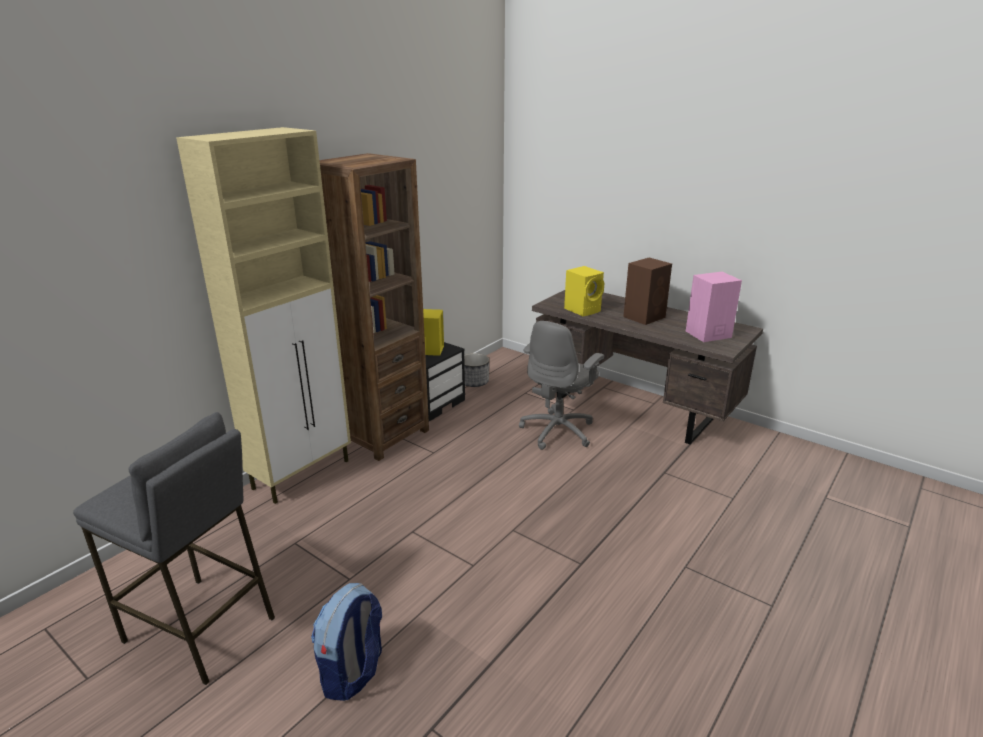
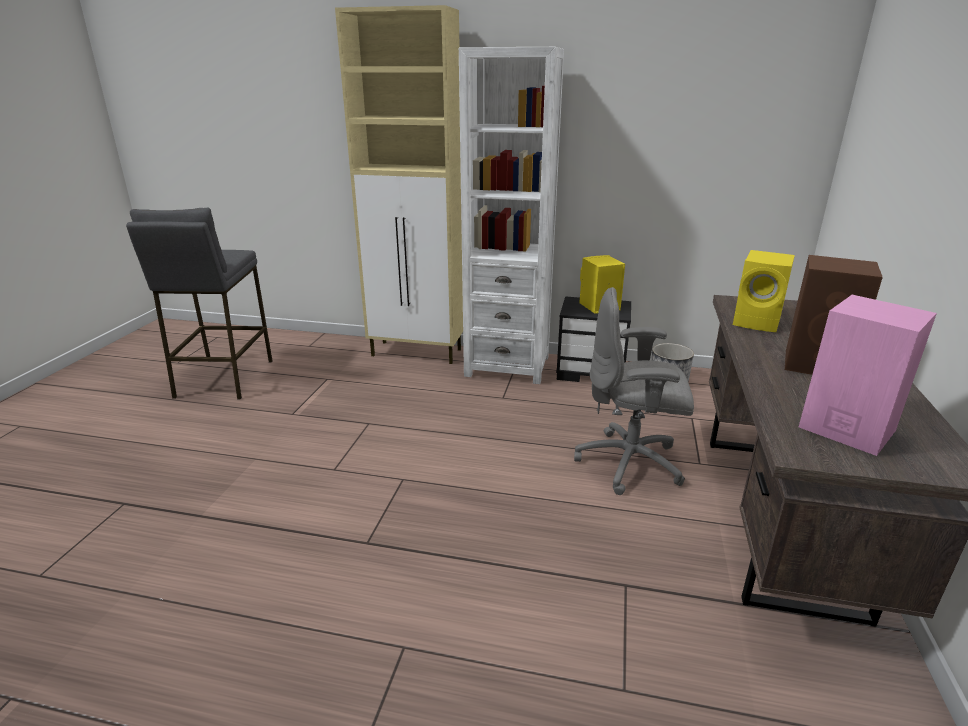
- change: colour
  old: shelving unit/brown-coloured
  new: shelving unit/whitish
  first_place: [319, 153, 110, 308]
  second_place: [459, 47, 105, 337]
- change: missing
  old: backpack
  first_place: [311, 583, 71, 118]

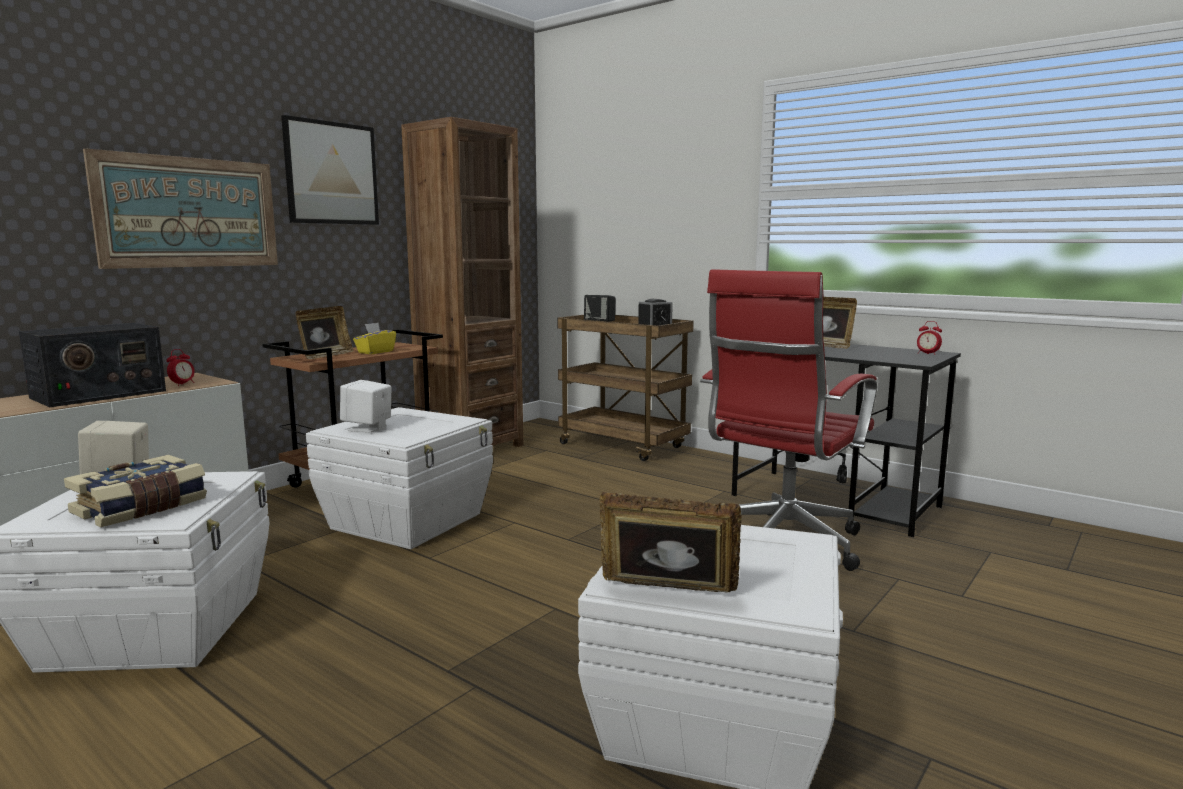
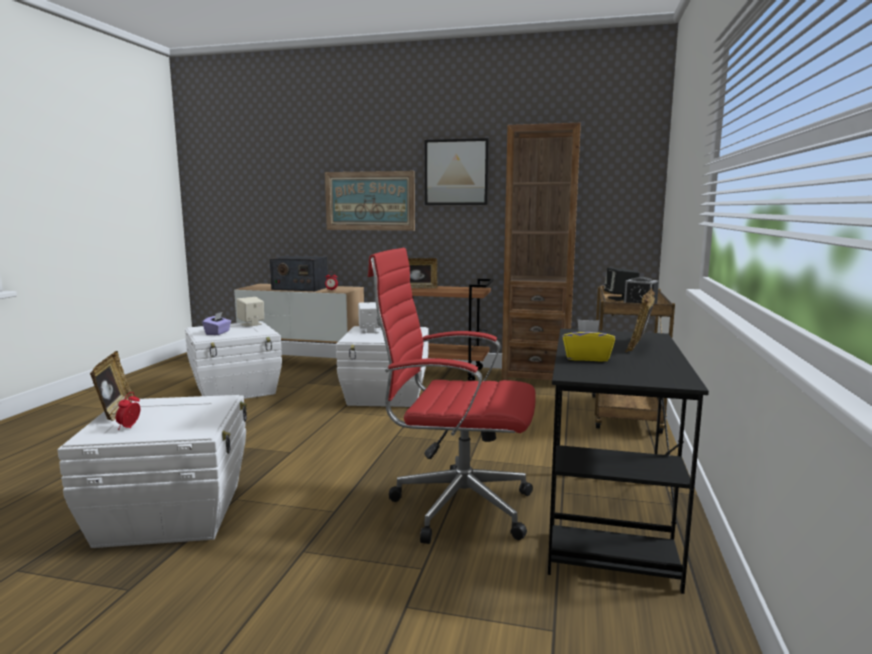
- change: relocated
  old: table clock
  first_place: [917, 321, 25, 34]
  second_place: [116, 392, 24, 38]
- change: relocated
  old: tissue box/yellow
  first_place: [353, 323, 43, 31]
  second_place: [562, 319, 53, 42]
- change: exchanged
  old: book
  new: tissue box/purplish
  first_place: [64, 455, 143, 72]
  second_place: [202, 312, 29, 23]

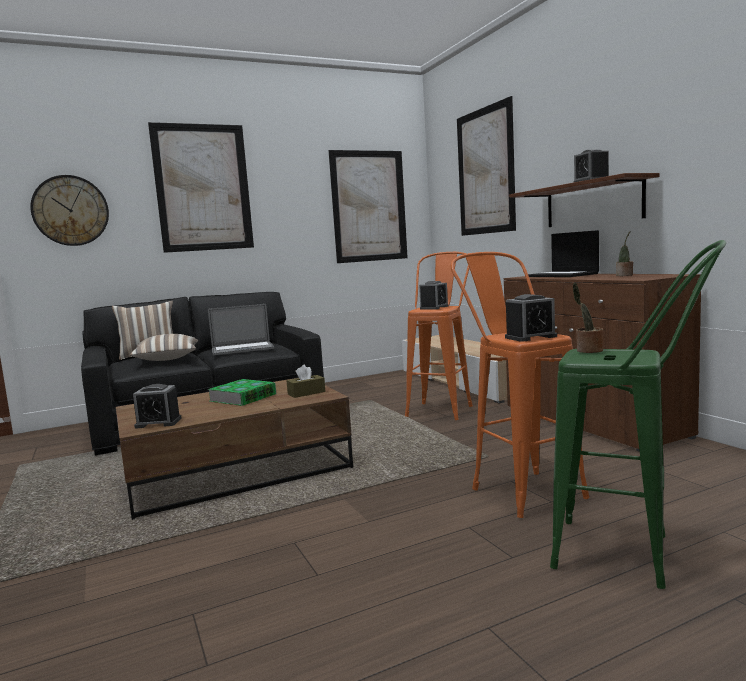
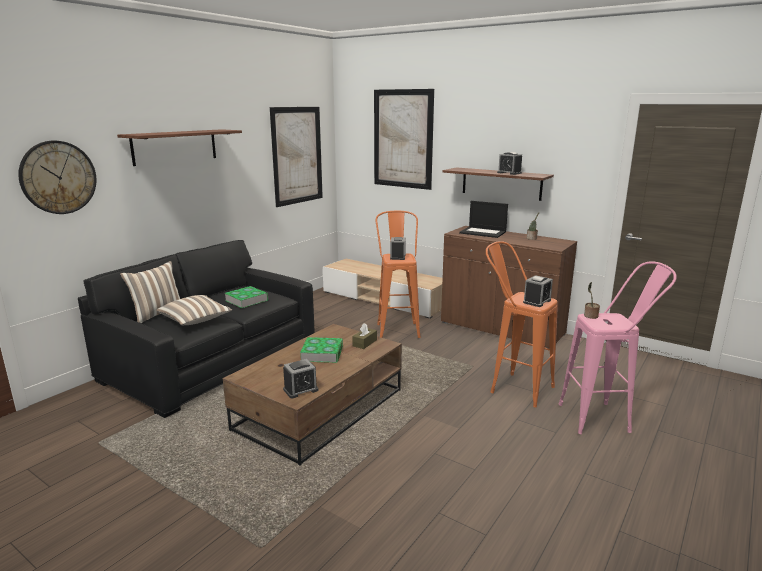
- change: exchanged
  old: picture
  new: bracket shelf
  first_place: [148, 122, 106, 131]
  second_place: [117, 129, 125, 37]
- change: colour
  old: stool seat/green
  new: stool seat/pink
  first_place: [550, 240, 176, 349]
  second_place: [559, 261, 117, 173]
- change: exchanged
  old: notebook computer
  new: book
  first_place: [208, 304, 66, 51]
  second_place: [225, 286, 43, 22]

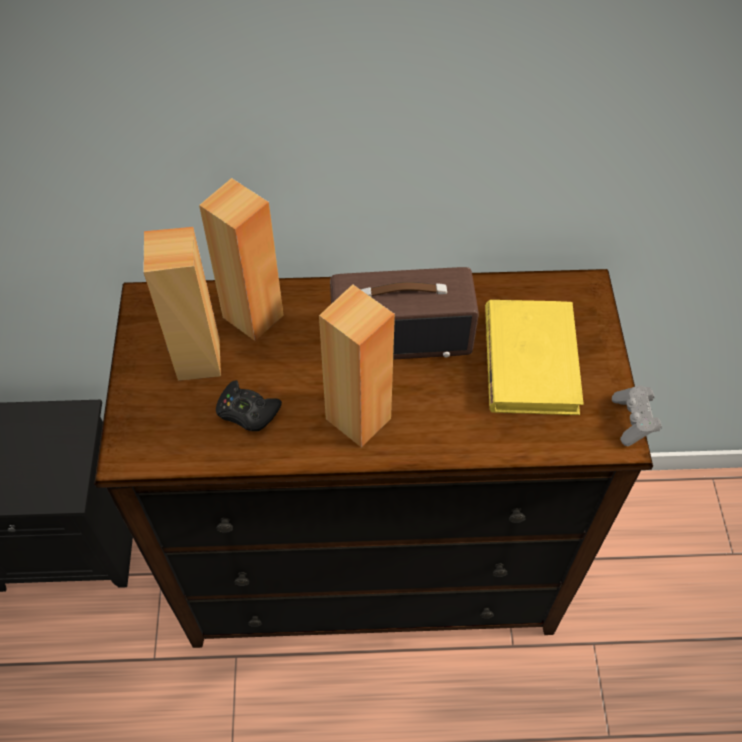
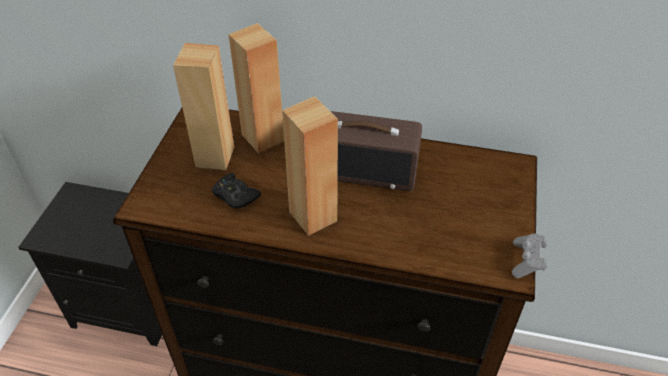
- change: missing
  old: book/yellow
  first_place: [485, 300, 99, 115]

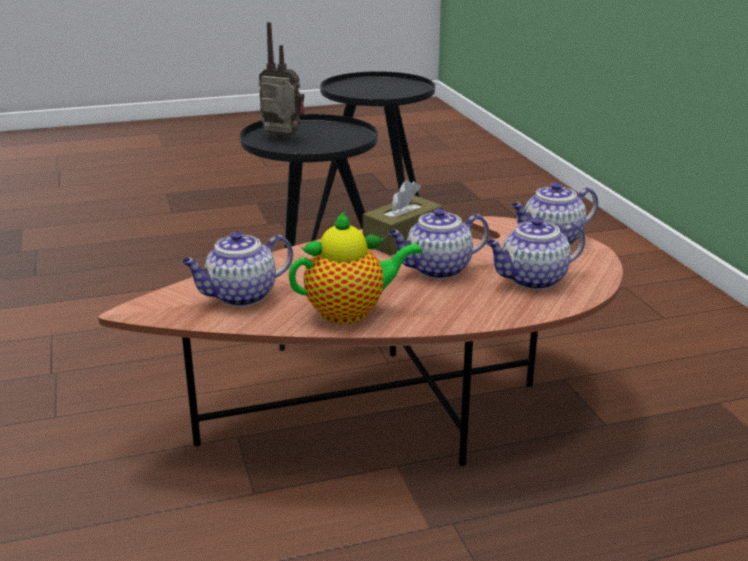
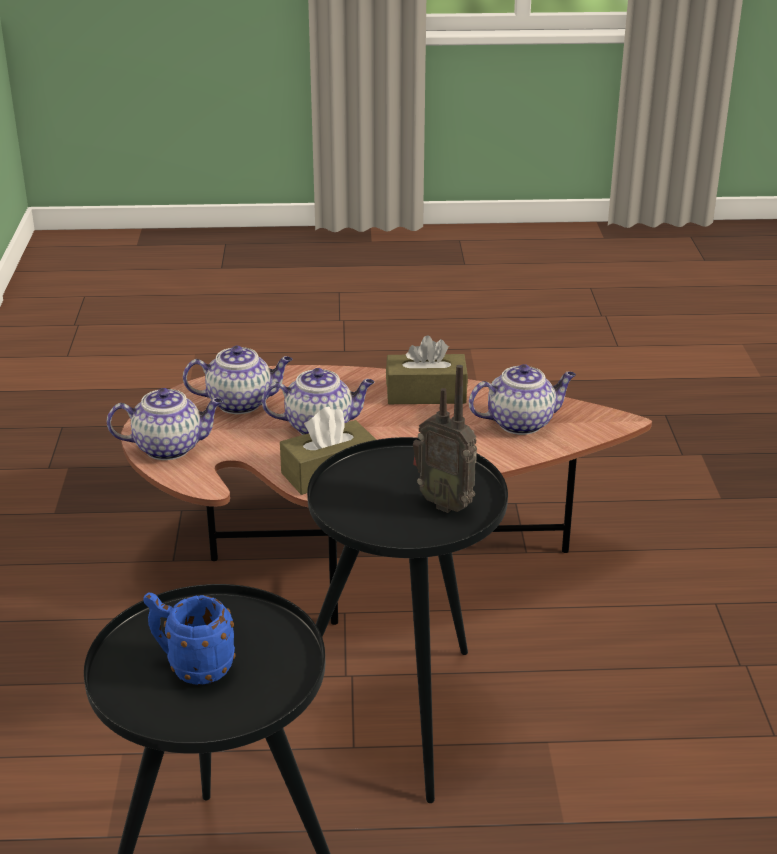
- change: exchanged
  old: teapot
  new: tissue box/brown-coloured
  first_place: [289, 211, 134, 113]
  second_place: [386, 335, 82, 69]
- change: appeared
  new: tea mug/blue-coloured
  second_place: [143, 593, 93, 92]

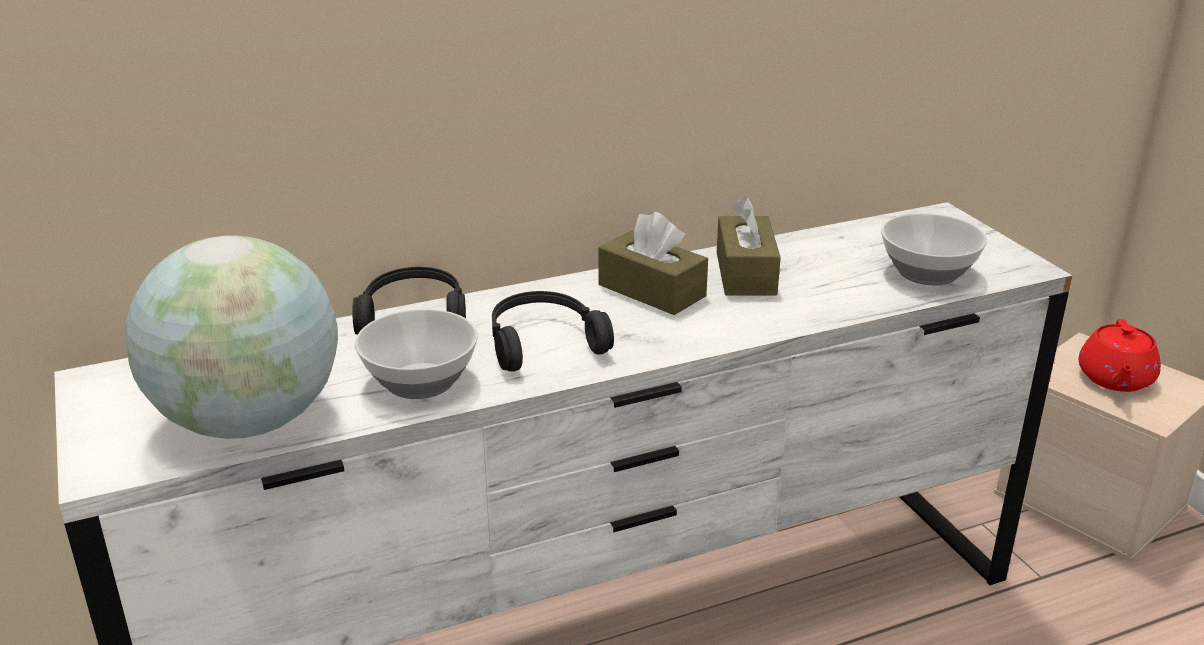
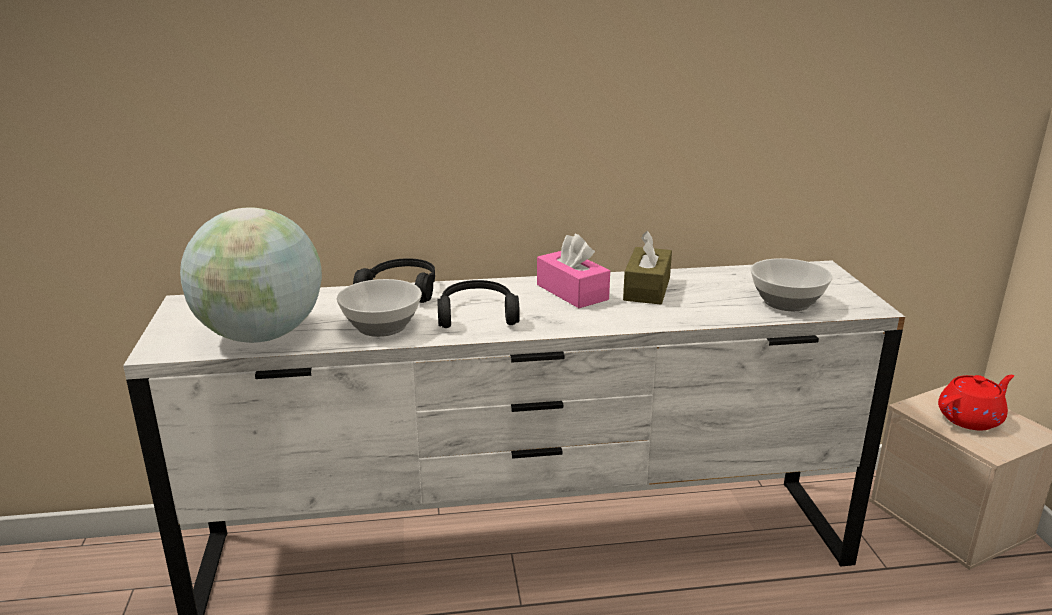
- change: colour
  old: tissue box/brown-coloured
  new: tissue box/pink
  first_place: [598, 212, 110, 103]
  second_place: [537, 234, 73, 74]
- change: spun
  old: teapot/red
  first_place: [1078, 319, 83, 73]
  second_place: [938, 375, 76, 55]
  degrees: -150

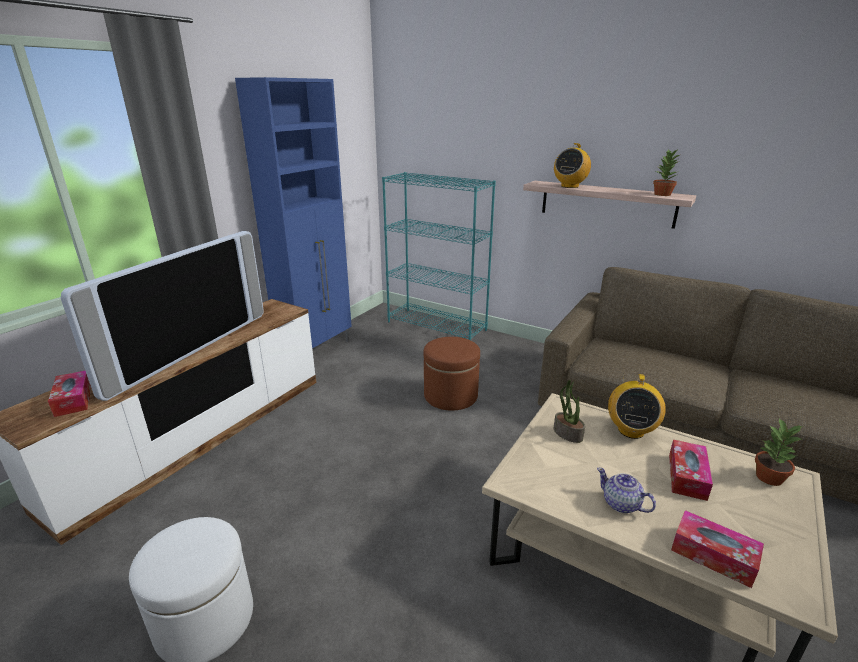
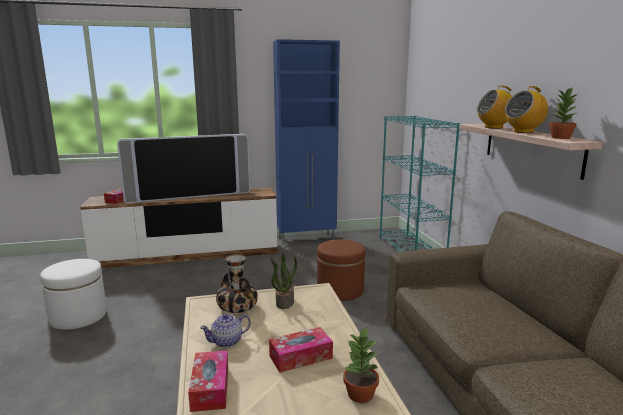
- change: relocated
  old: radio set
  first_place: [608, 374, 58, 65]
  second_place: [505, 86, 43, 47]
- change: spun
  old: teapot
  first_place: [597, 468, 59, 45]
  second_place: [200, 314, 51, 34]
  degrees: -120
- change: appeared
  new: flower vase
  second_place: [216, 254, 42, 59]

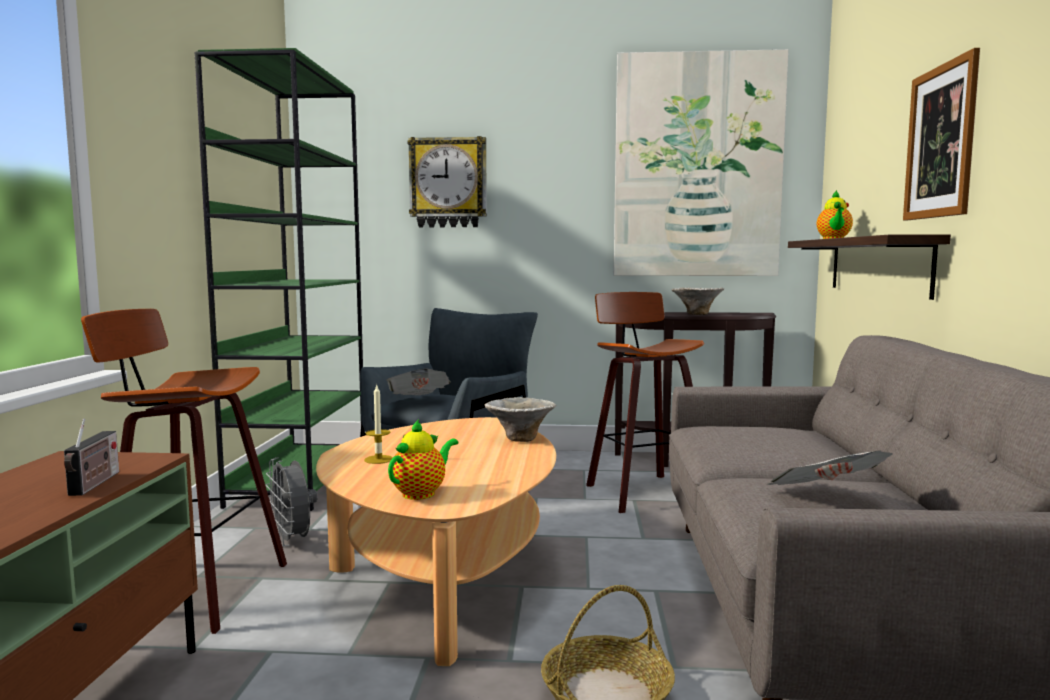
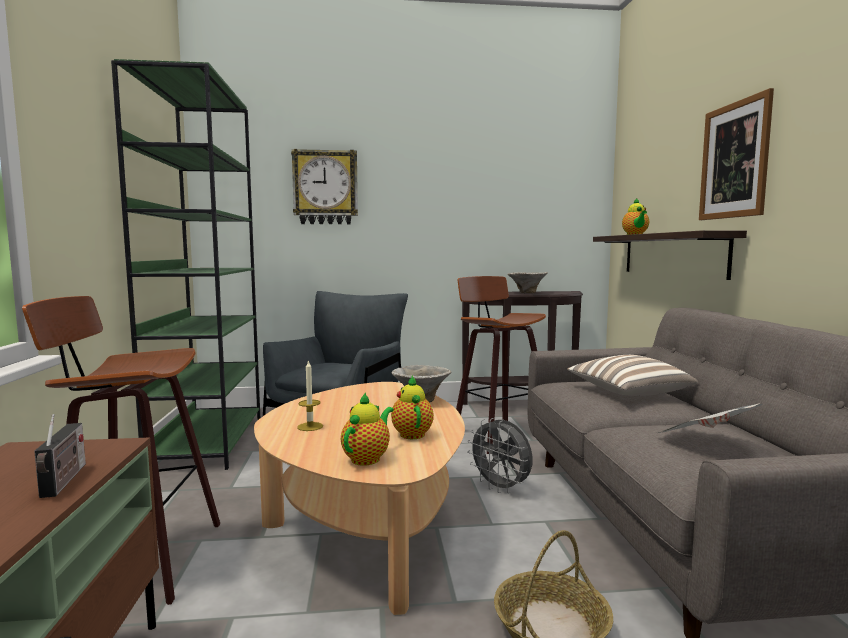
- change: missing
  old: picture
  first_place: [614, 49, 175, 227]
- change: missing
  old: newspaper
  first_place: [387, 369, 64, 26]
- change: relocated
  old: electric fan/gray
  first_place: [266, 457, 52, 89]
  second_place: [467, 418, 66, 75]
- change: appeared
  new: cushion
  second_place: [567, 355, 131, 41]
- change: appeared
  new: teapot
  second_place: [391, 375, 43, 64]

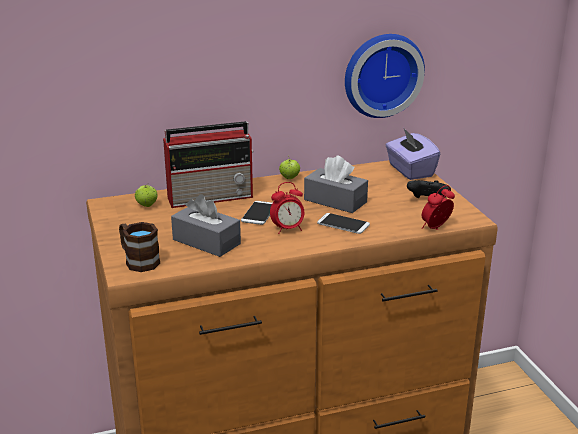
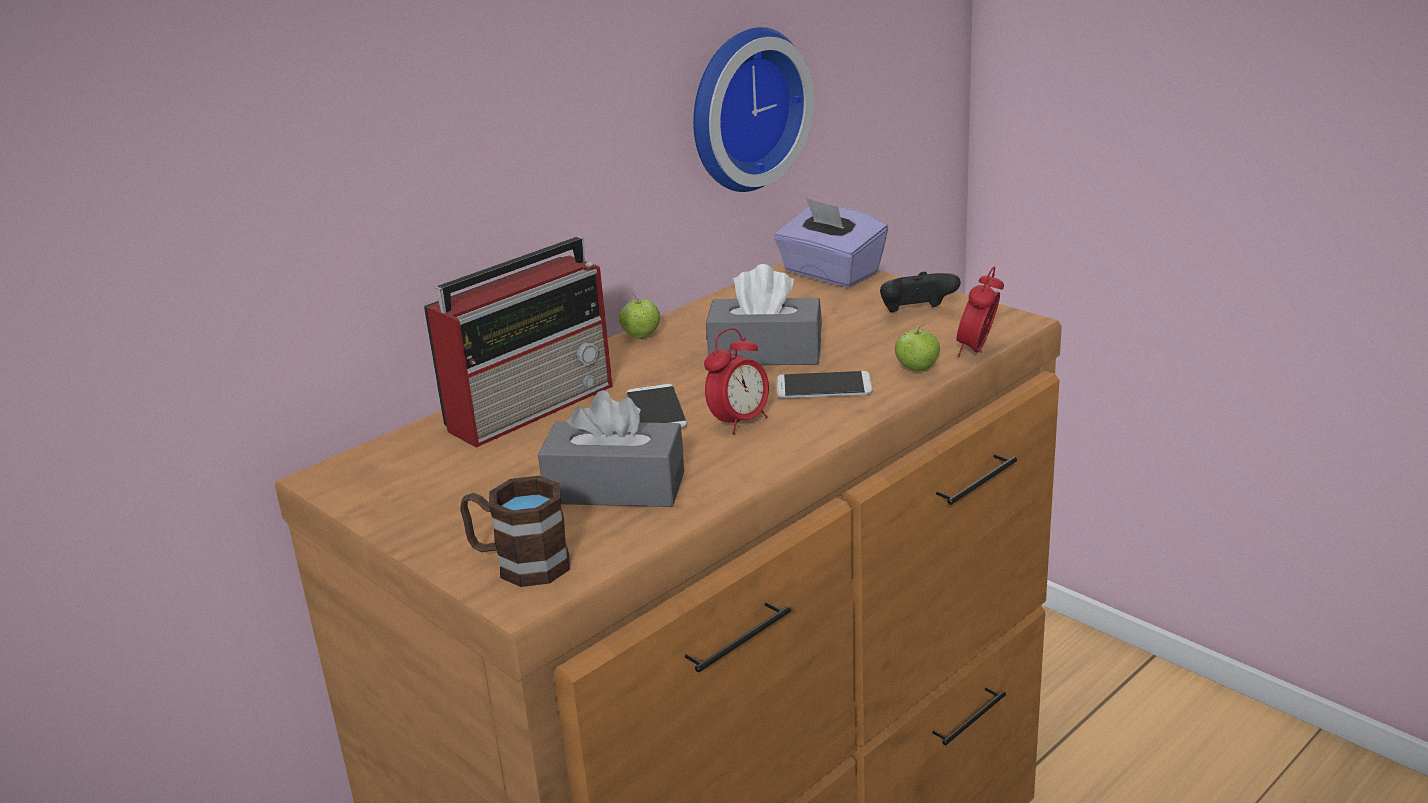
- change: relocated
  old: whole apple
  first_place: [135, 184, 23, 23]
  second_place: [895, 324, 45, 47]

